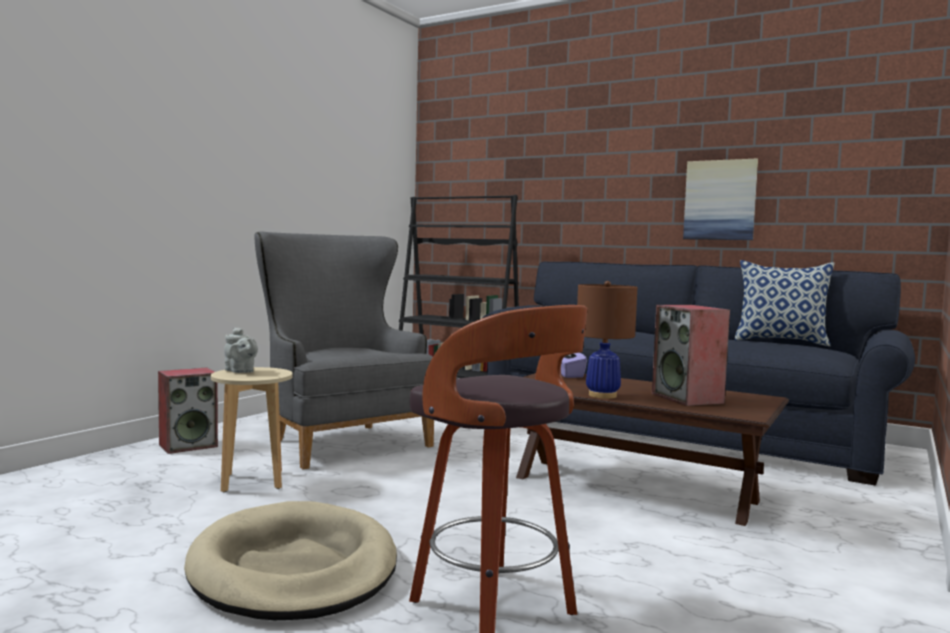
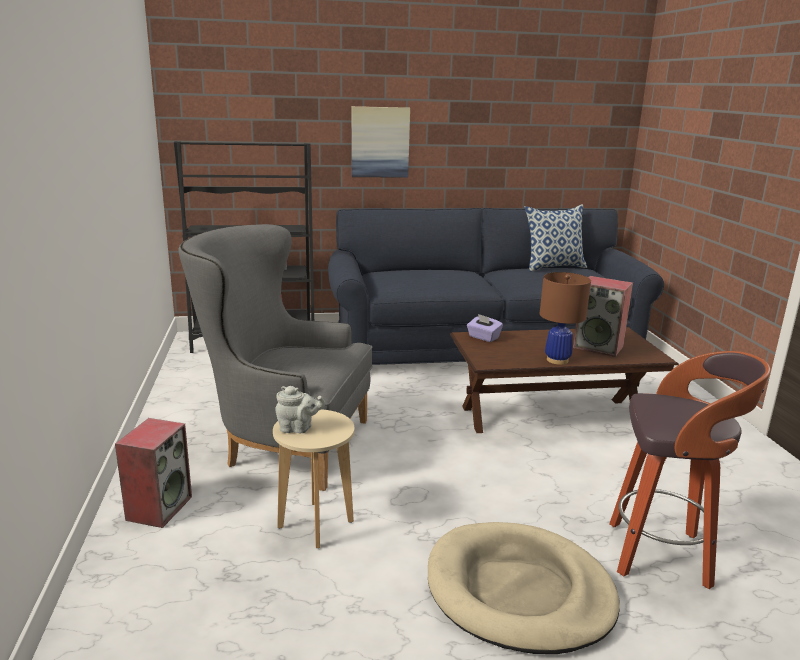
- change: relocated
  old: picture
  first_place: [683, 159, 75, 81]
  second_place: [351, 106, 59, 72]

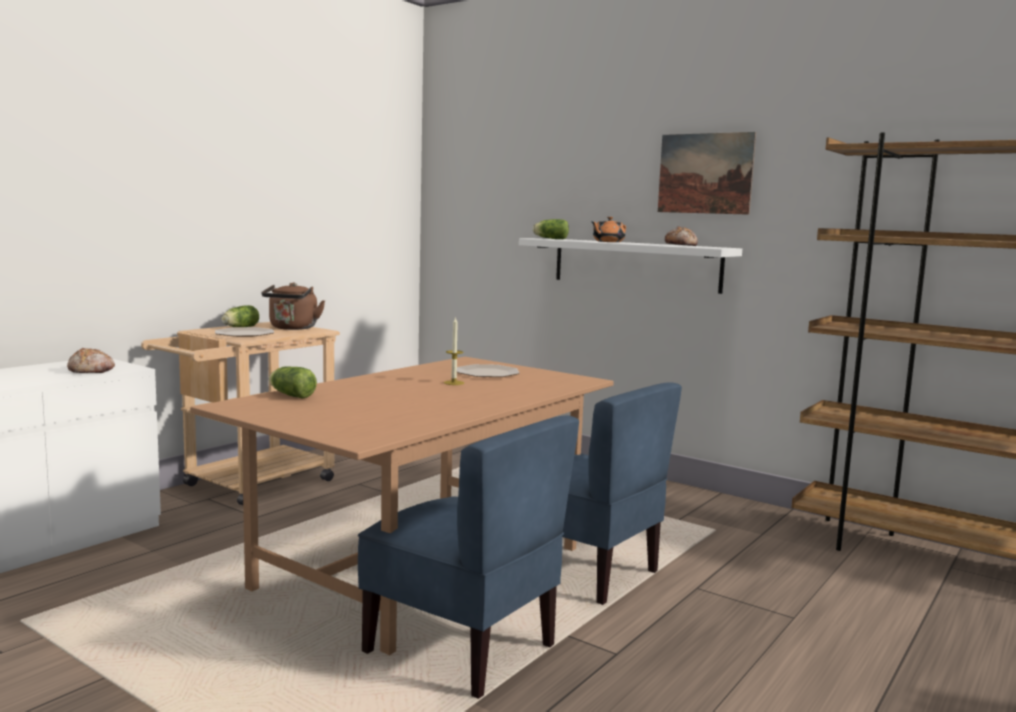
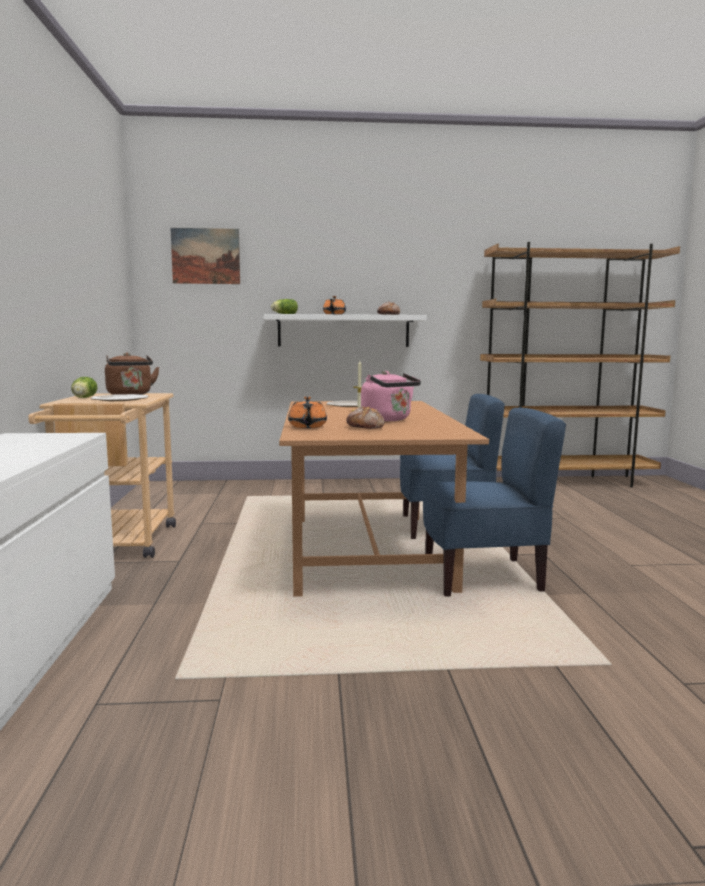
- change: relocated
  old: picture
  first_place: [658, 132, 98, 83]
  second_place: [171, 228, 69, 56]
- change: relocated
  old: bakery bread
  first_place: [67, 348, 48, 25]
  second_place: [346, 406, 38, 23]
- change: exchanged
  old: lettuce
  new: teapot/orange
  first_place: [269, 366, 48, 33]
  second_place: [288, 397, 39, 31]
- change: appeared
  new: water kettle/pink
  second_place: [361, 371, 60, 50]

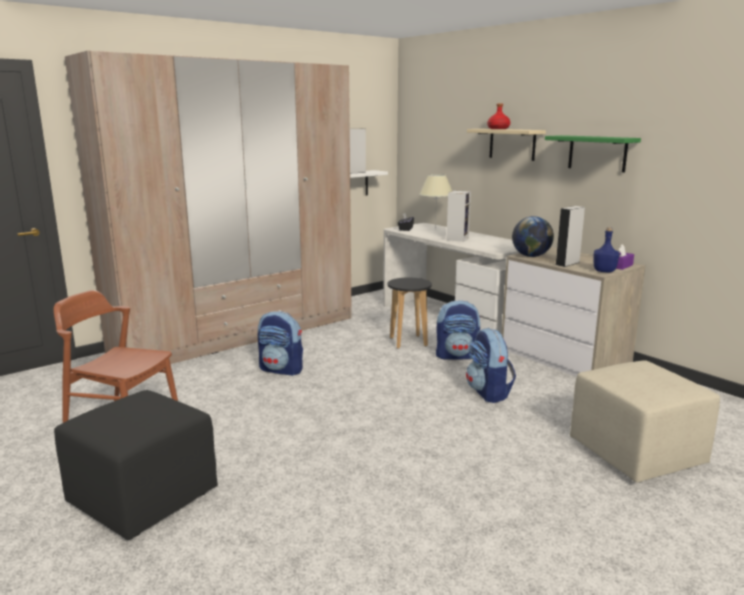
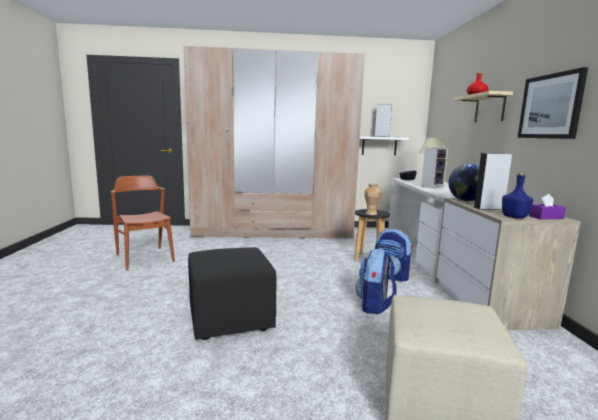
- change: exchanged
  old: bracket shelf/green
  new: picture
  first_place: [545, 135, 96, 37]
  second_place: [518, 67, 70, 72]
- change: missing
  old: backpack
  first_place: [258, 311, 45, 65]
- change: relocated
  old: pouffe/black
  first_place: [54, 390, 164, 150]
  second_place: [188, 247, 89, 93]
- change: appeared
  new: flower vase
  second_place: [365, 183, 16, 32]

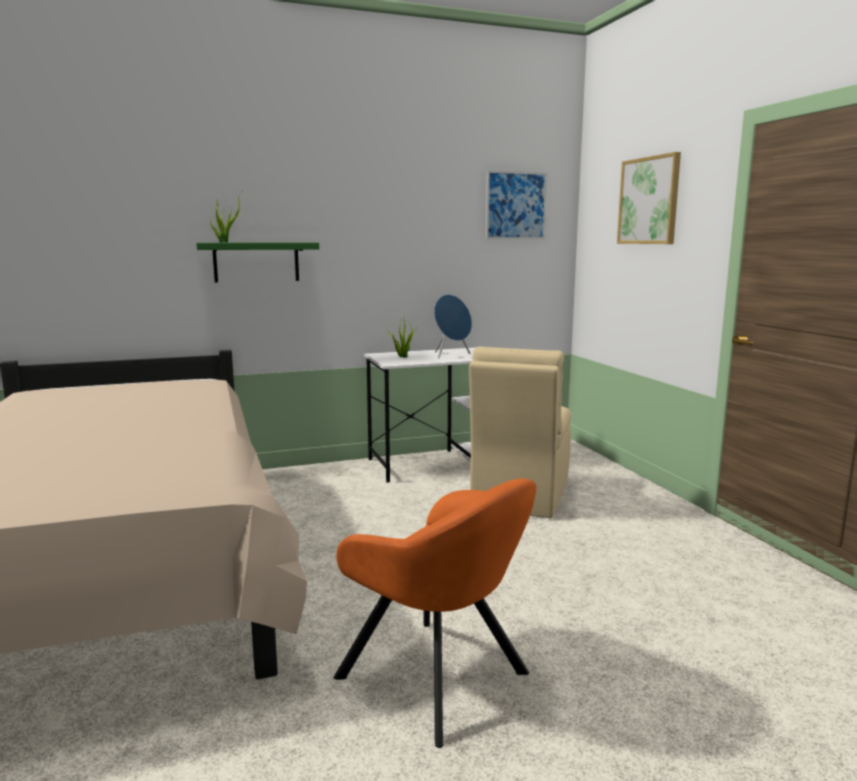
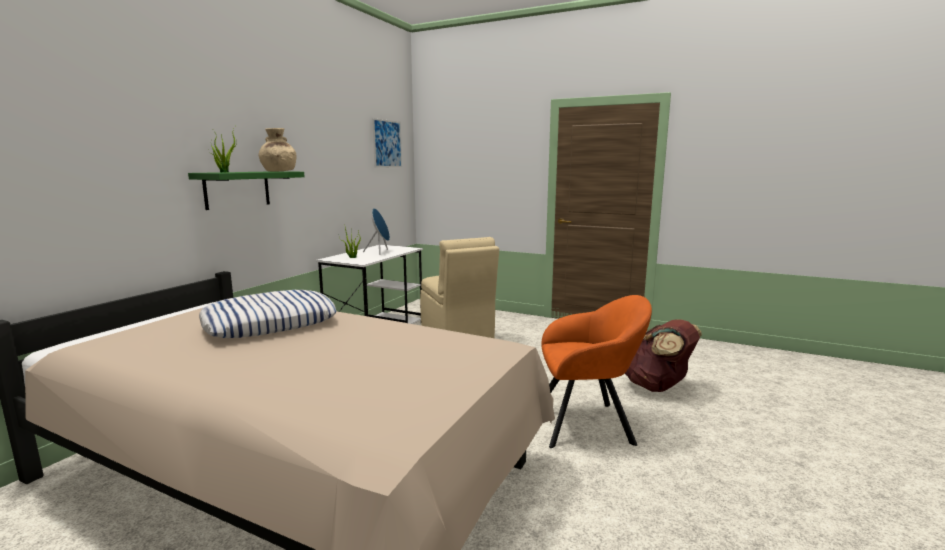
- change: missing
  old: picture
  first_place: [617, 152, 64, 92]
- change: appeared
  new: flower vase/beige-coloured
  second_place: [259, 128, 37, 44]
- change: appeared
  new: cushion
  second_place: [199, 290, 138, 48]
- change: appeared
  new: backpack/brown-coloured
  second_place: [625, 319, 77, 73]

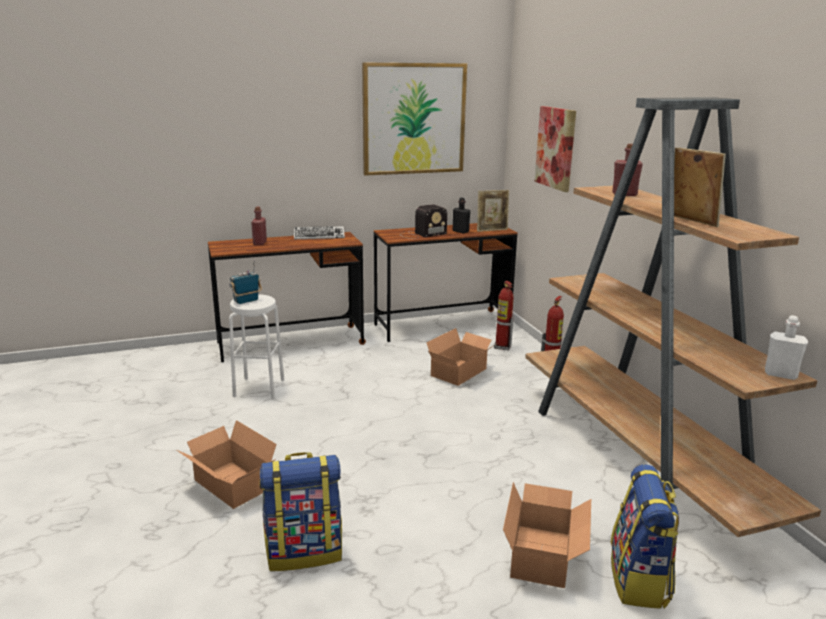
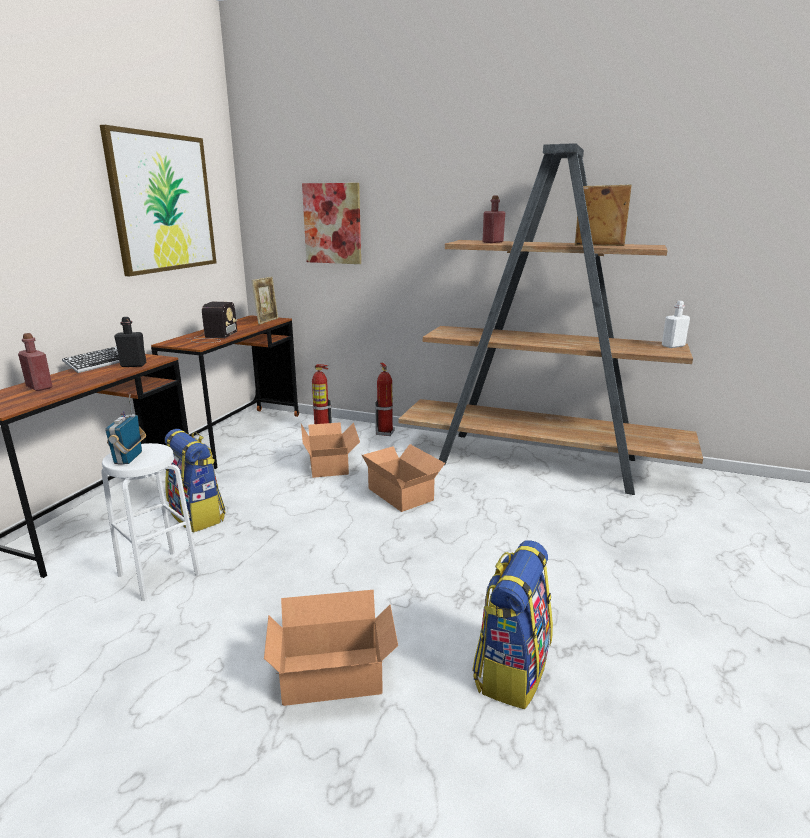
- change: relocated
  old: beverage bottle/black
  first_place: [453, 198, 17, 35]
  second_place: [114, 317, 33, 50]
- change: relocated
  old: backpack
  first_place: [611, 464, 68, 145]
  second_place: [165, 429, 61, 103]
- change: relocated
  old: packing box
  first_place: [503, 482, 88, 106]
  second_place: [361, 444, 84, 68]

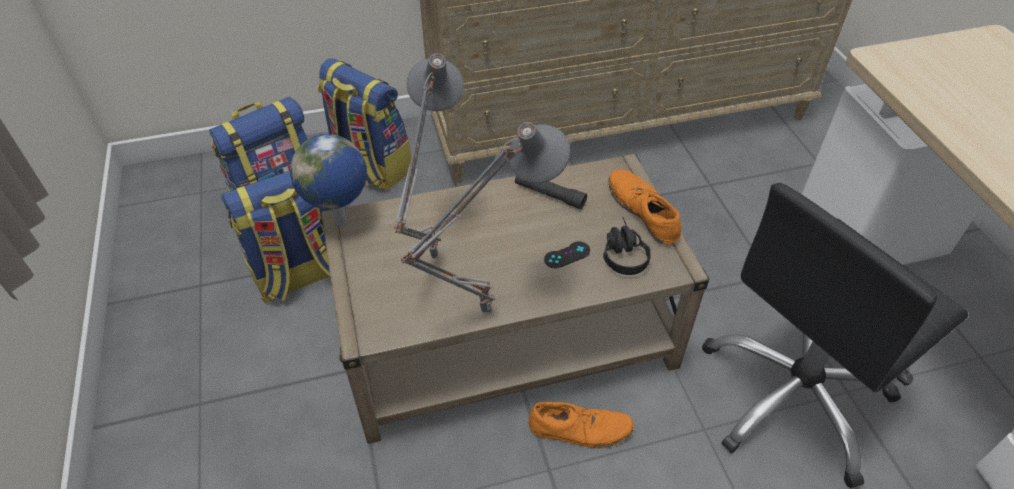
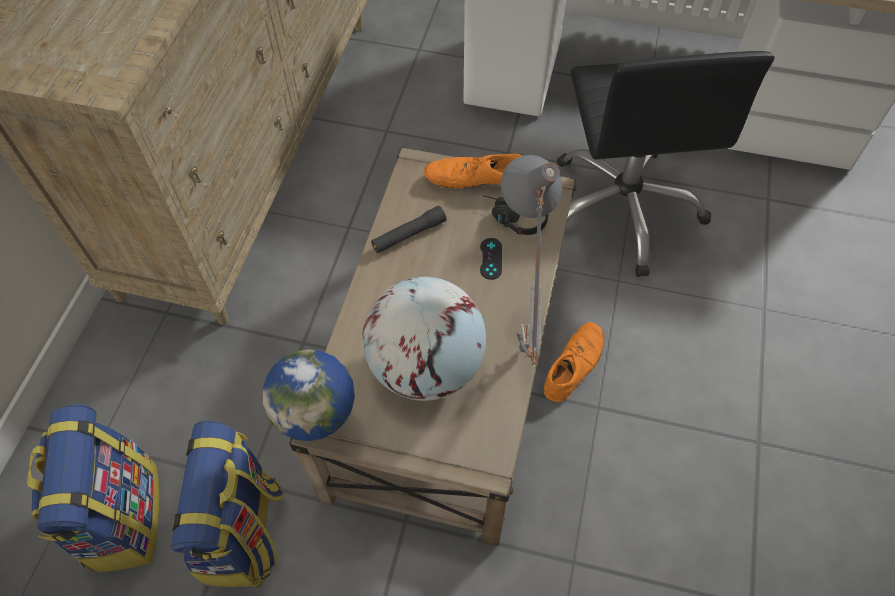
- change: exchanged
  old: table lamp/gray
  new: world globe
  first_place: [394, 53, 70, 209]
  second_place: [362, 277, 124, 124]
- change: missing
  old: backpack
  first_place: [318, 58, 93, 132]

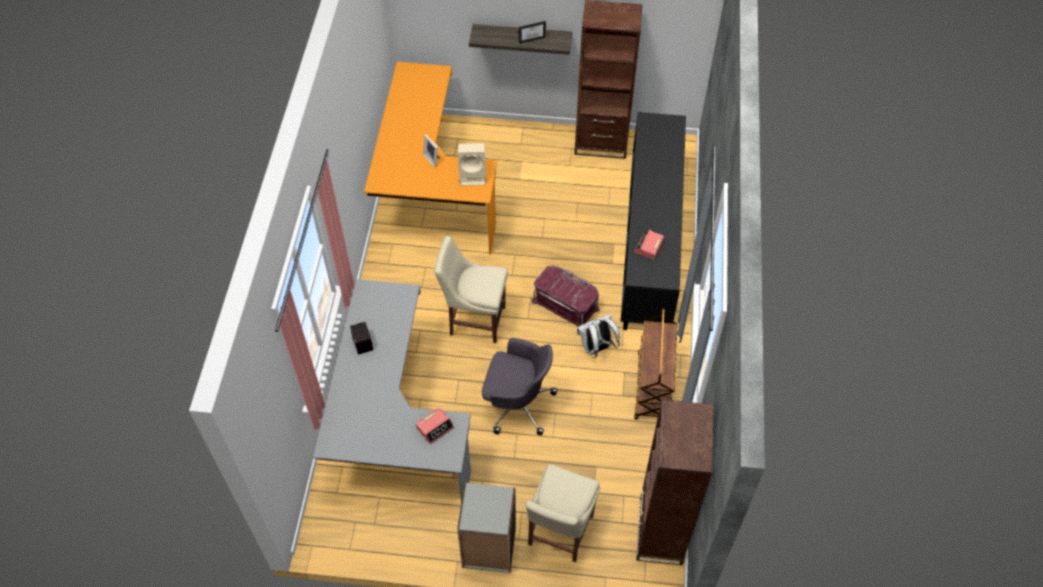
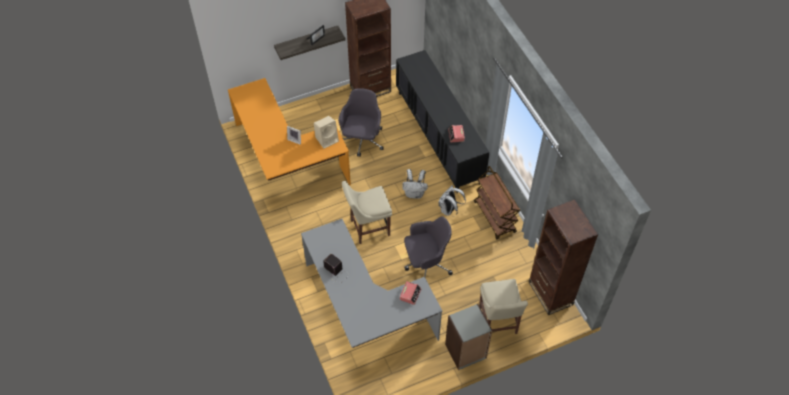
- change: exchanged
  old: storage bin/red
  new: backpack/whitish
  first_place: [531, 265, 69, 62]
  second_place: [402, 169, 26, 30]
- change: appeared
  new: desk chair/gray
  second_place: [338, 88, 46, 69]

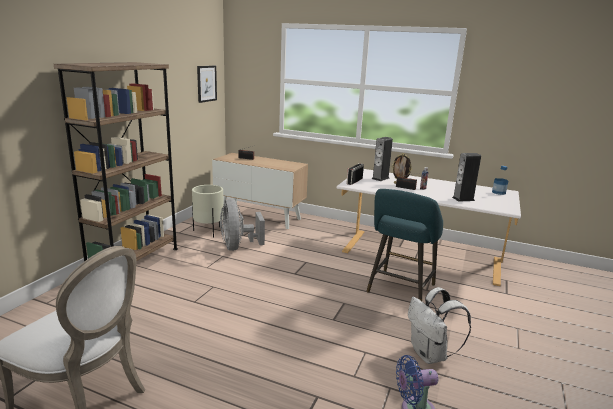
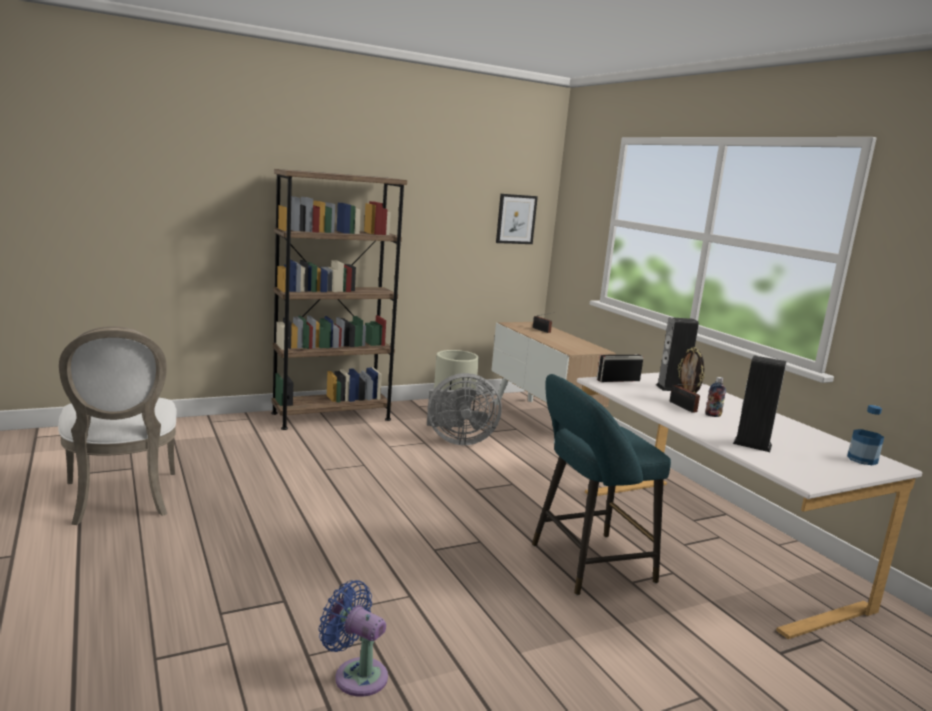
- change: spun
  old: electric fan/gray
  first_place: [220, 199, 45, 52]
  second_place: [427, 373, 75, 72]
  degrees: -120
- change: missing
  old: backpack/whitish
  first_place: [408, 287, 63, 77]

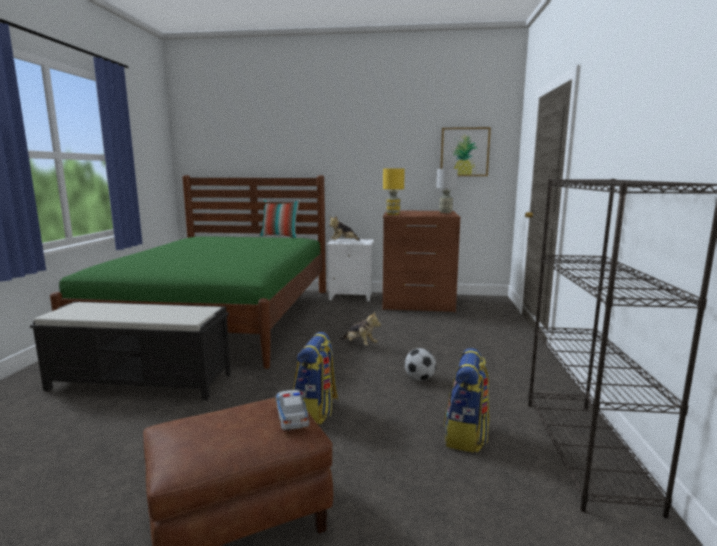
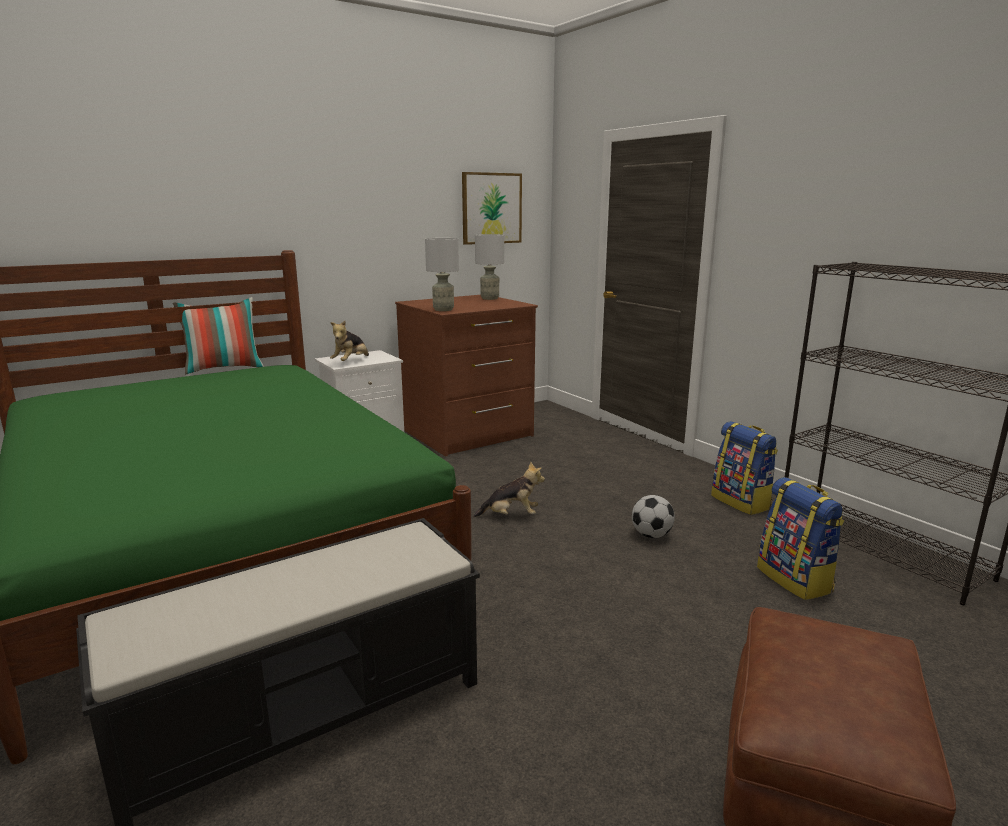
- change: colour
  old: table lamp/yellow
  new: table lamp/gray
  first_place: [383, 169, 22, 46]
  second_place: [425, 238, 34, 73]
- change: relocated
  old: backpack
  first_place: [293, 332, 46, 93]
  second_place: [711, 421, 67, 94]
- change: missing
  old: toy car
  first_place: [275, 390, 34, 41]

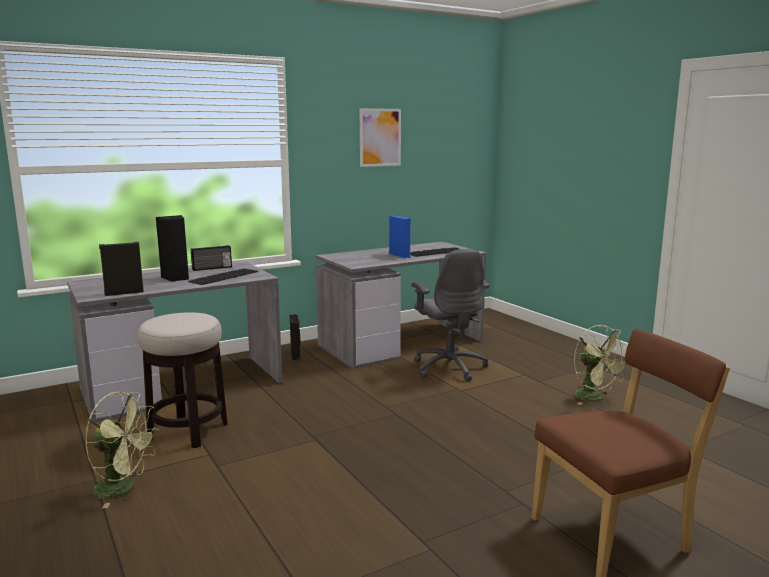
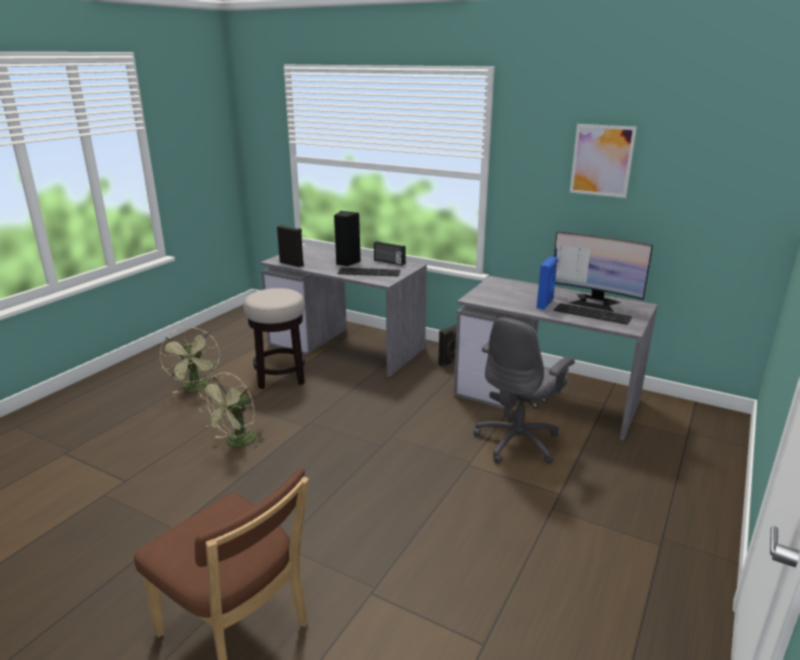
- change: relocated
  old: electric fan/green
  first_place: [574, 325, 54, 80]
  second_place: [199, 372, 66, 76]
- change: appeared
  new: computer display
  second_place: [554, 232, 99, 80]

